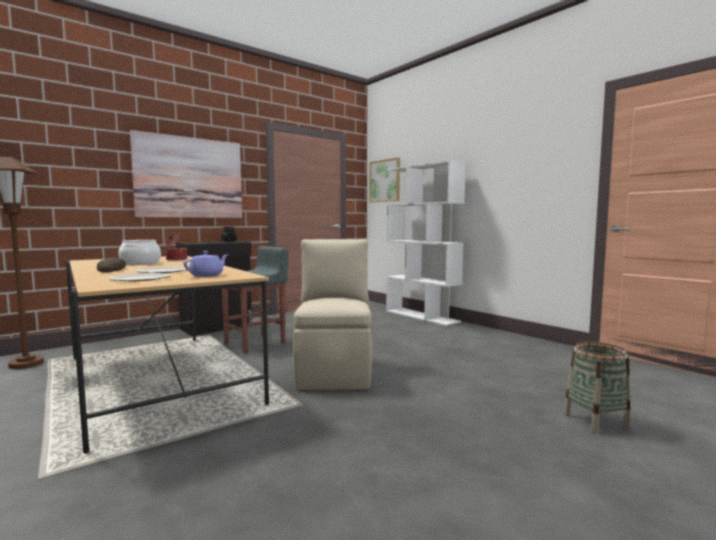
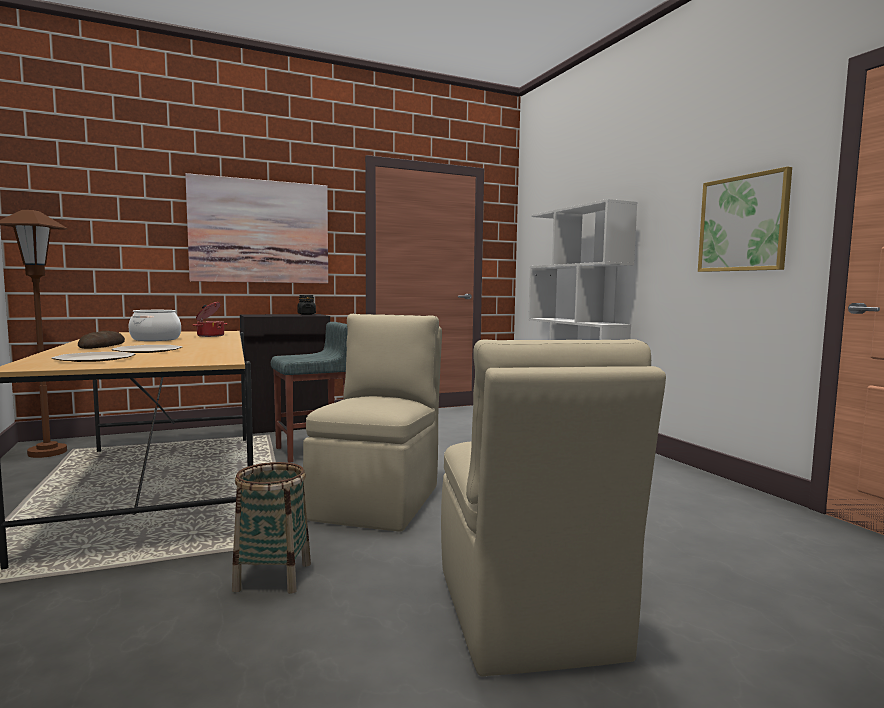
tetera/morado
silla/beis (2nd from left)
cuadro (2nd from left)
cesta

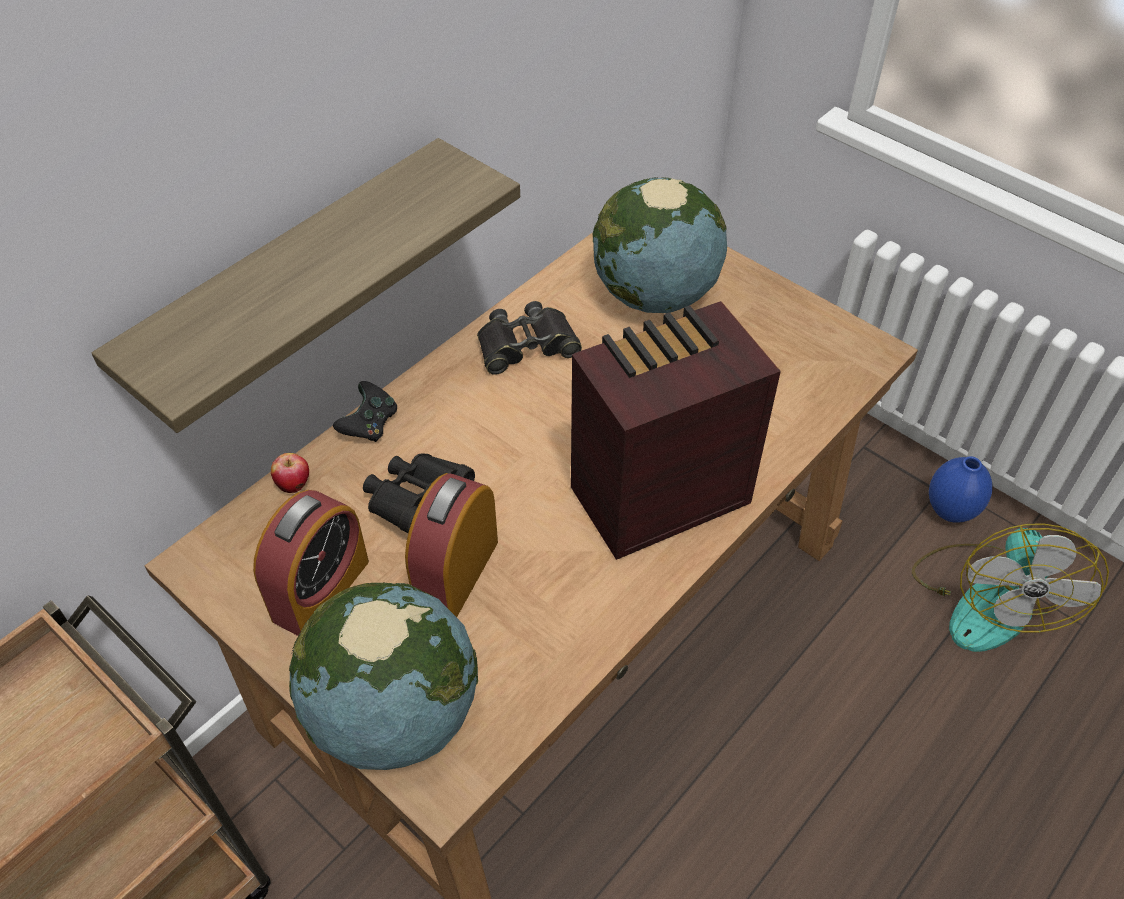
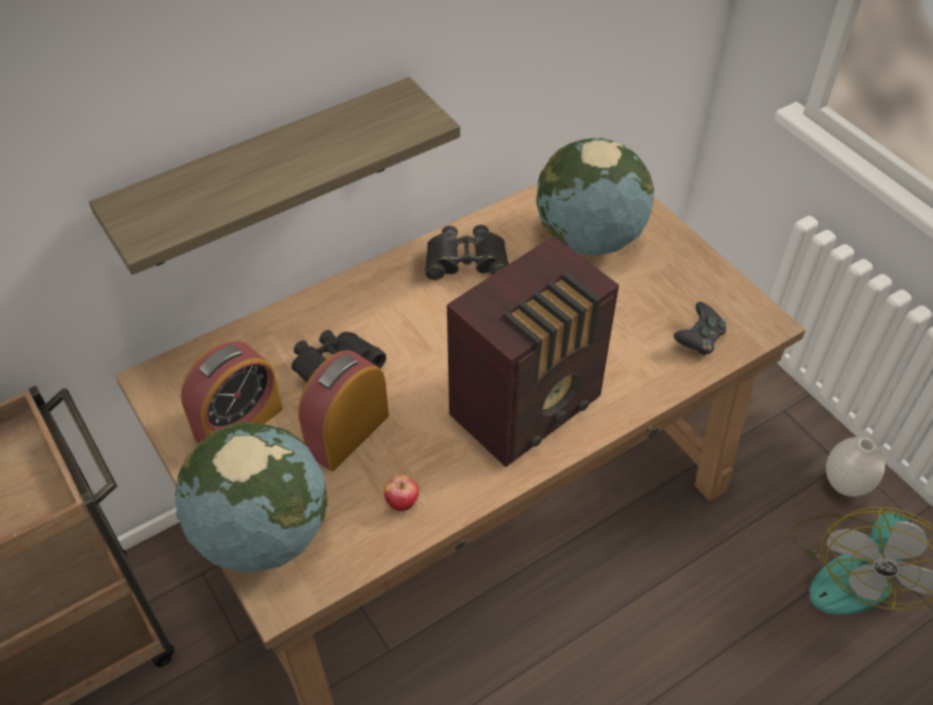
manzana
mando de consola/negro
florero/blanco
radio

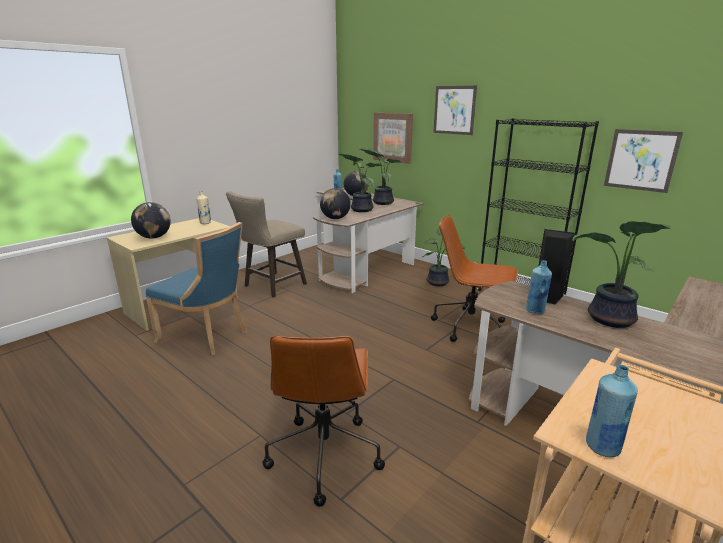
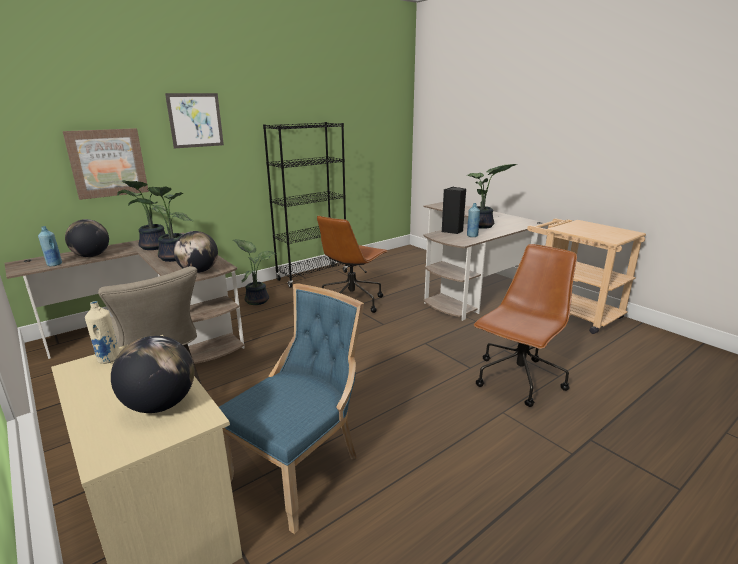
botella/azul (3rd from left in the first image)
cuadro (3rd from left in the first image)
silla de oficina/marrón (2nd from left)

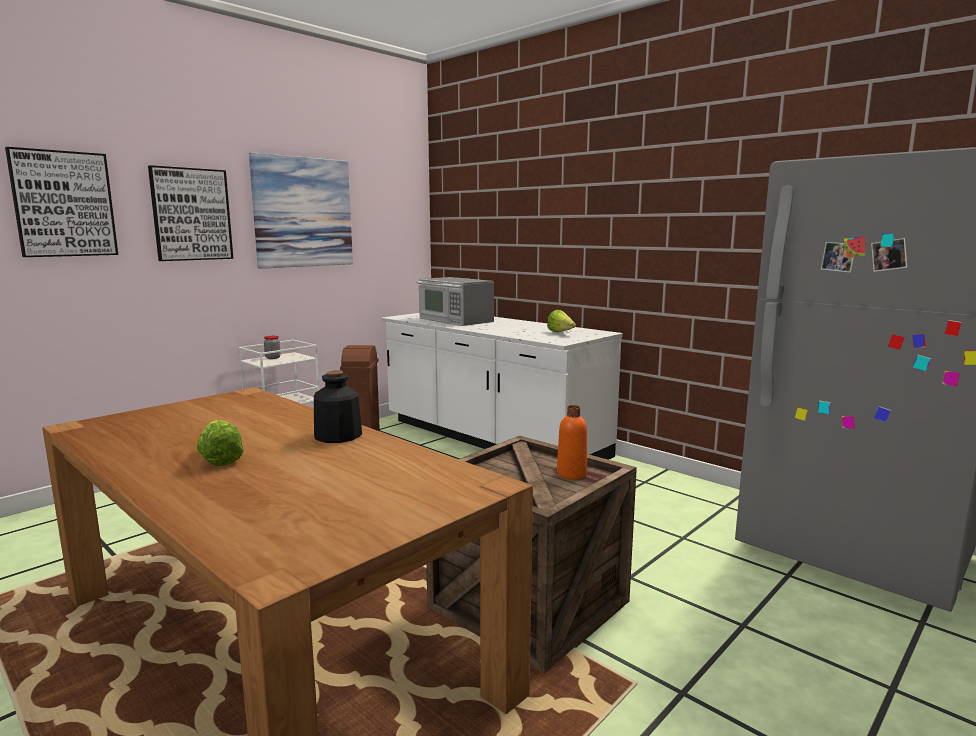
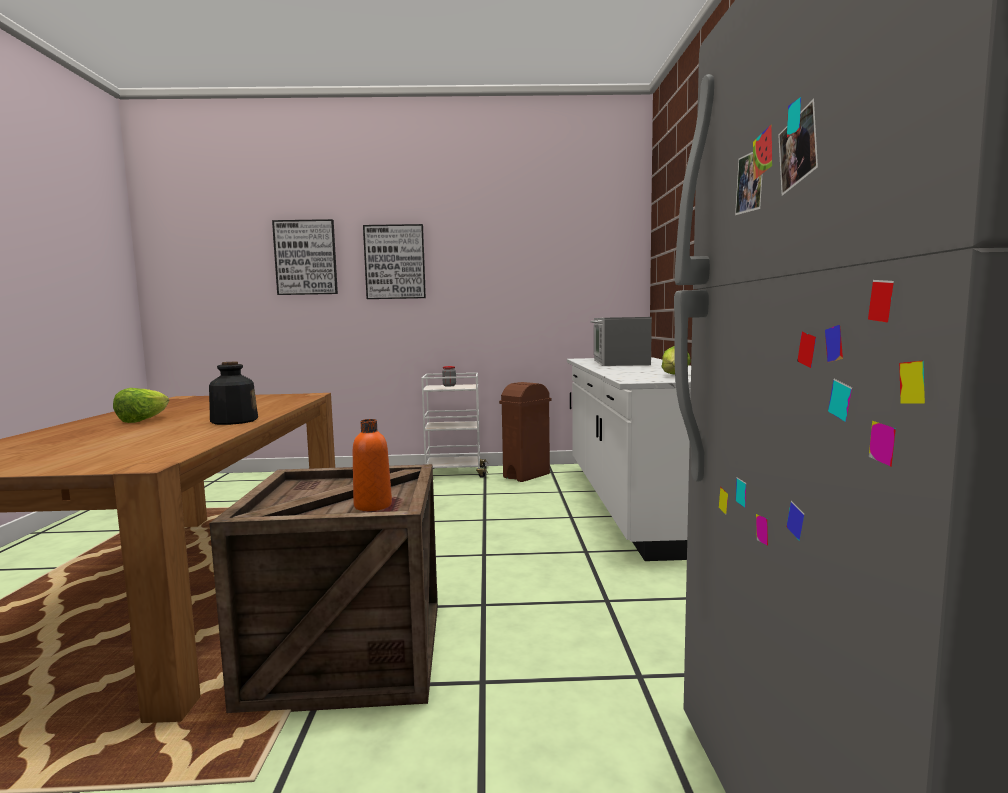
cuadro (3rd from left in the first image)

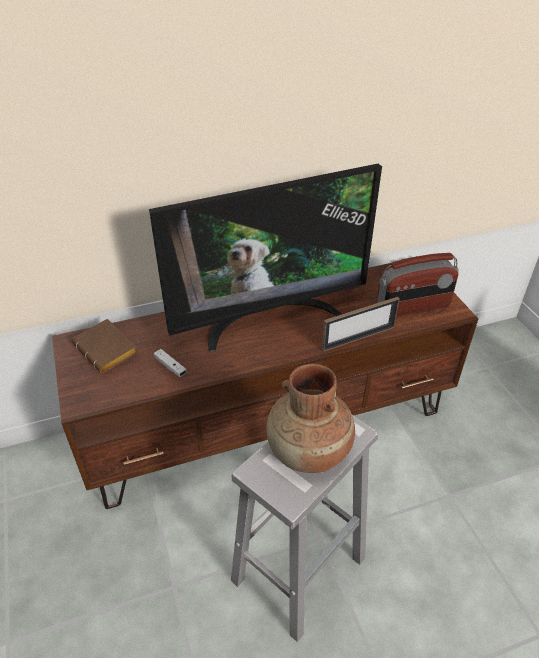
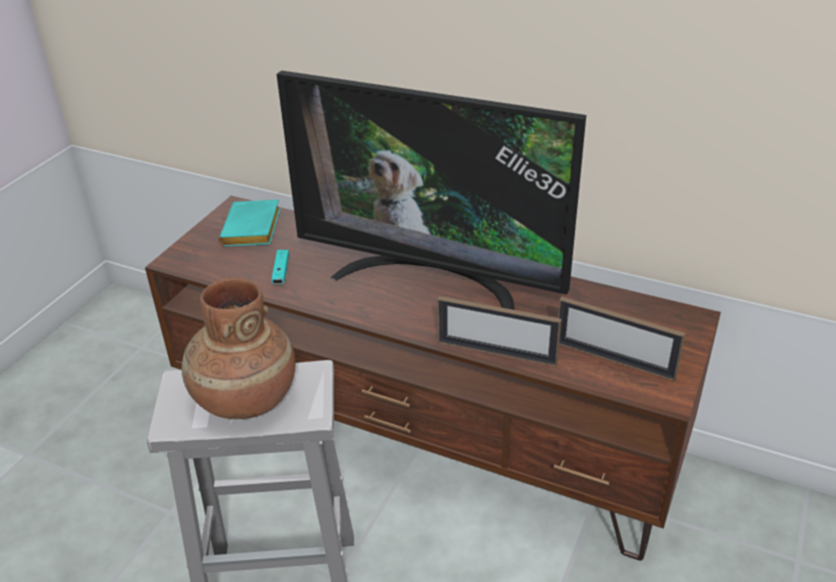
portarretratos (2nd from left)
libro/turquesa
mando de consola/turquesa

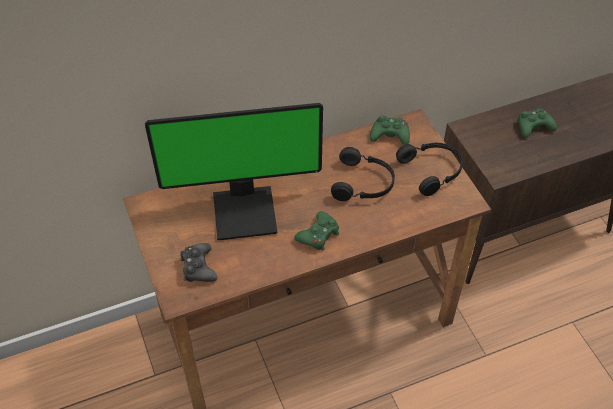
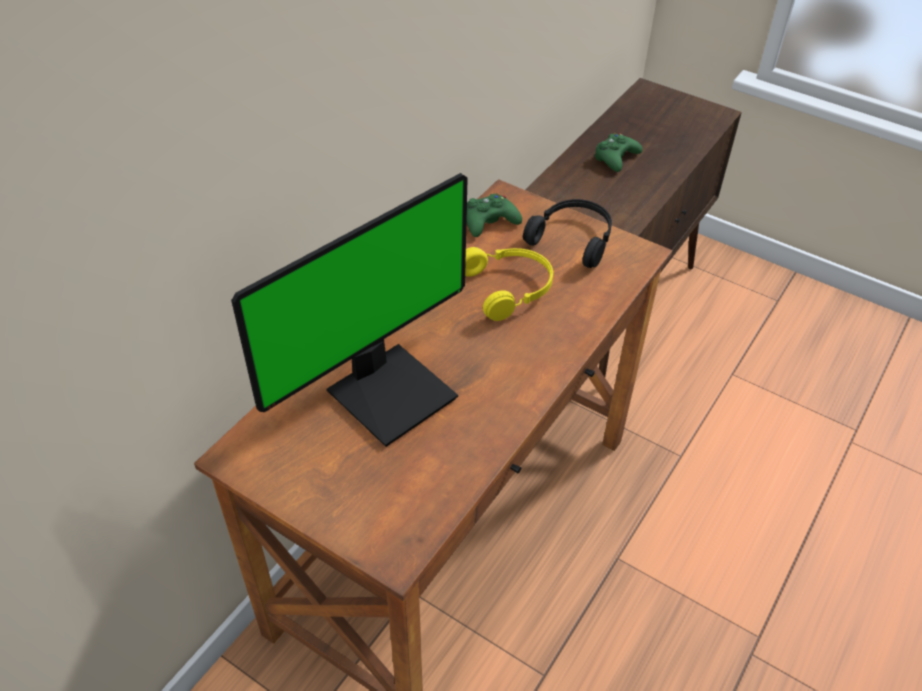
mando de consola/negro
mando de consola/verde (1st from left in the first image)
auriculares/amarillo

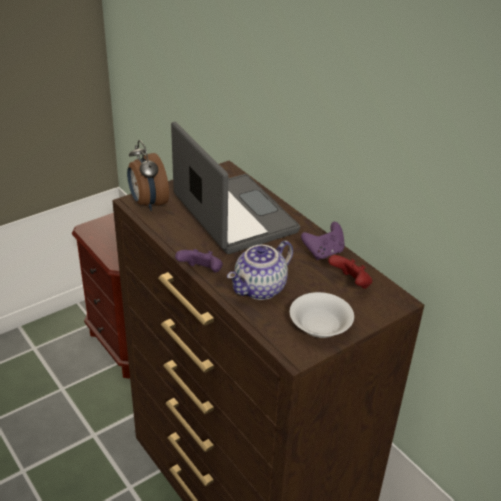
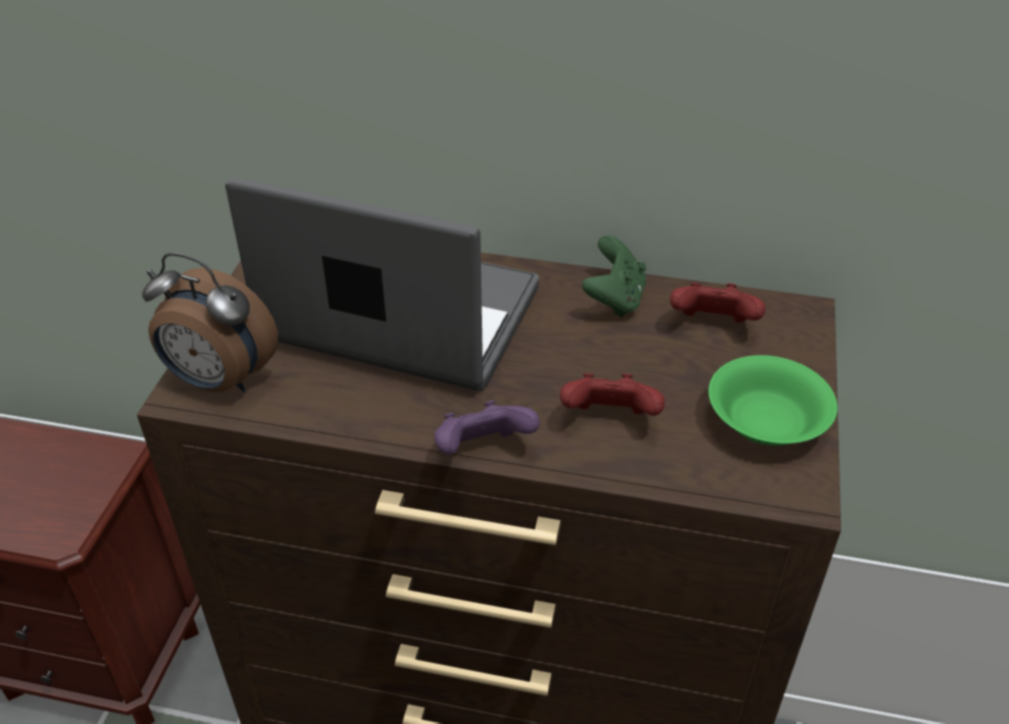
mando de consola/rojo (1st from left)
cuenco/verde
mando de consola/verde

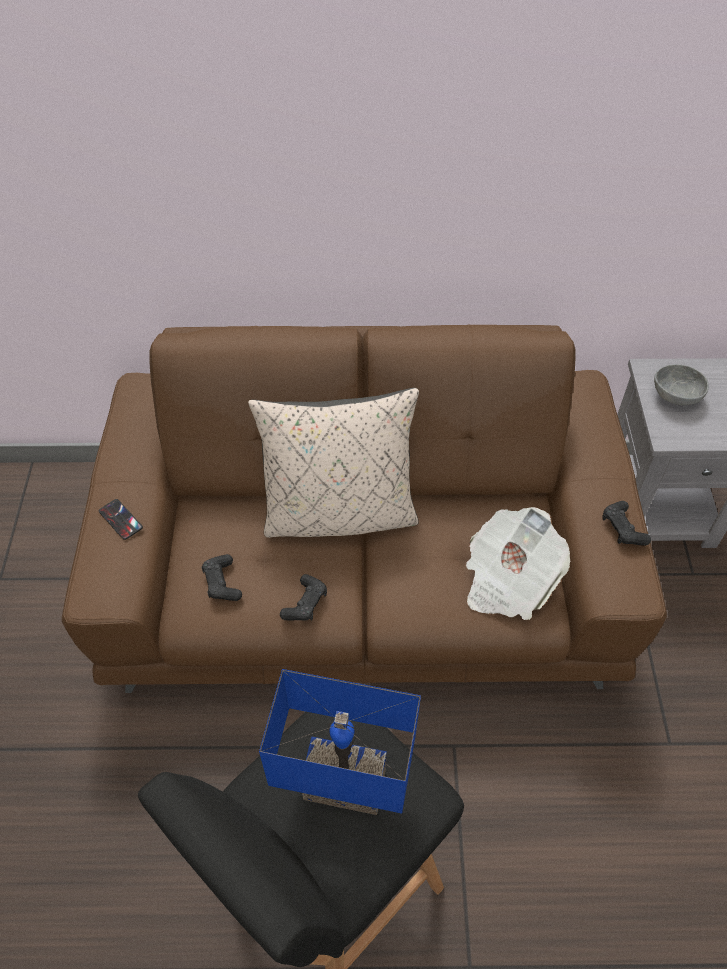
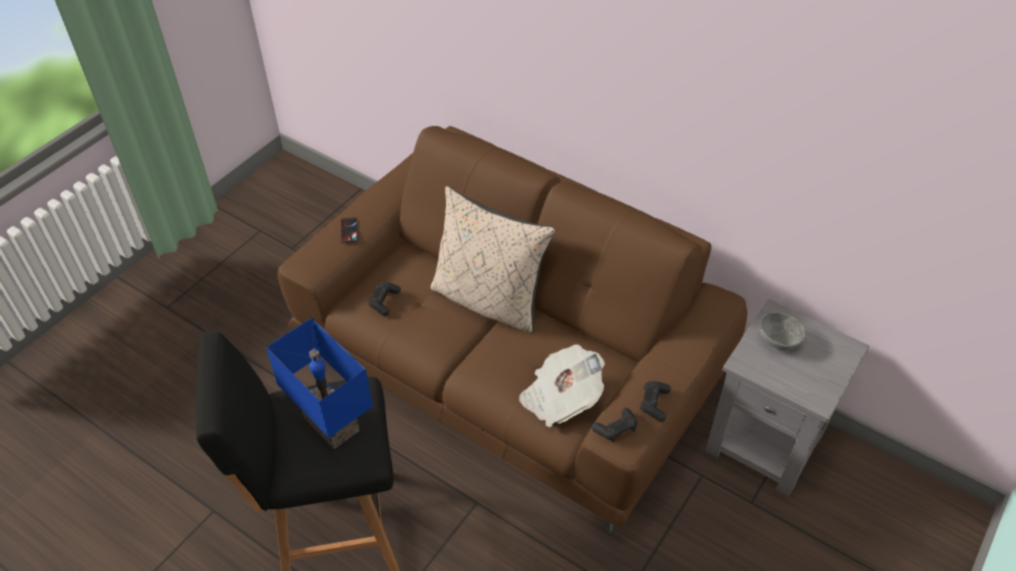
mando de consola/negro (2nd from left)

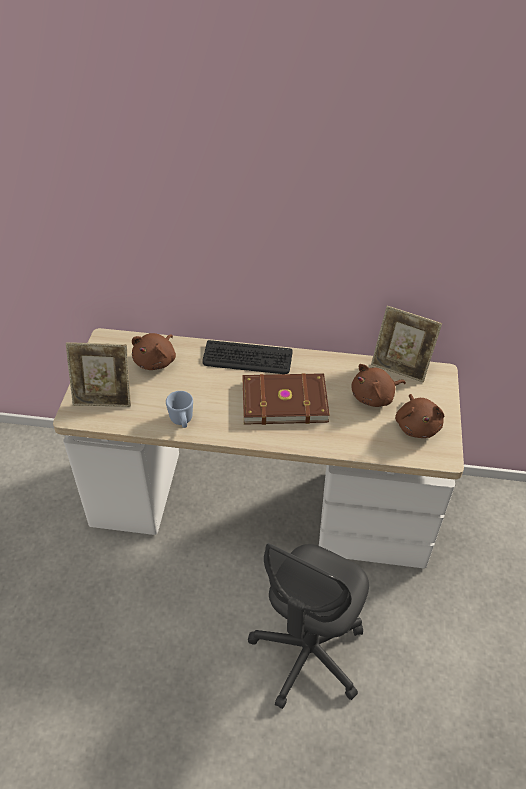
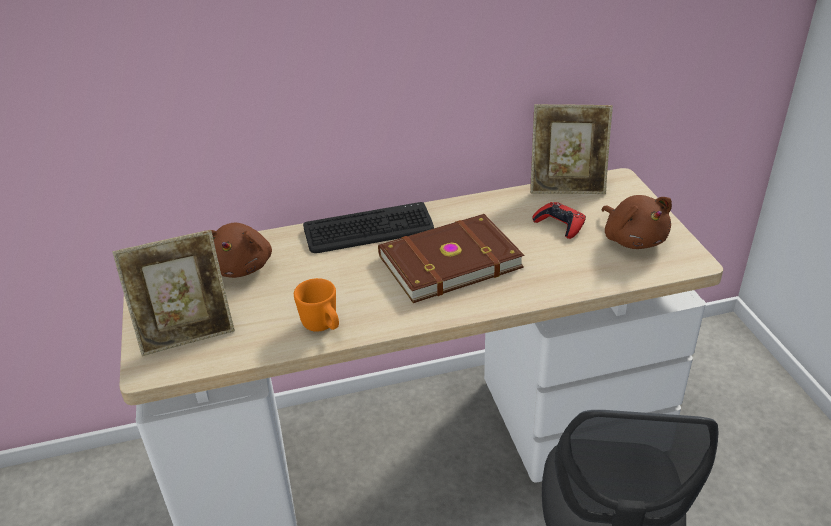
mando de consola/rojo
taza grande/naranja

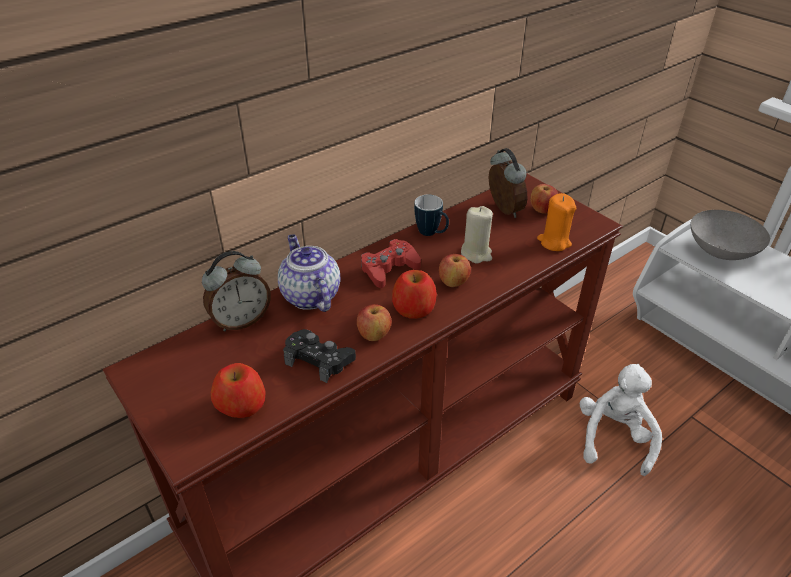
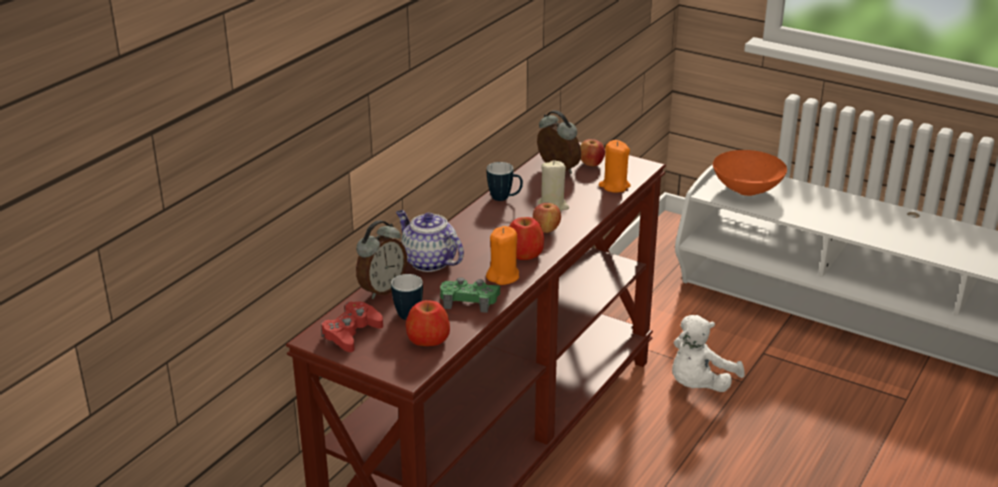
taza grande (1st from left)
mando de consola/rojo
vela/naranja (1st from left)
mando de consola/verde
cuenco/naranja
peluche/blanco

